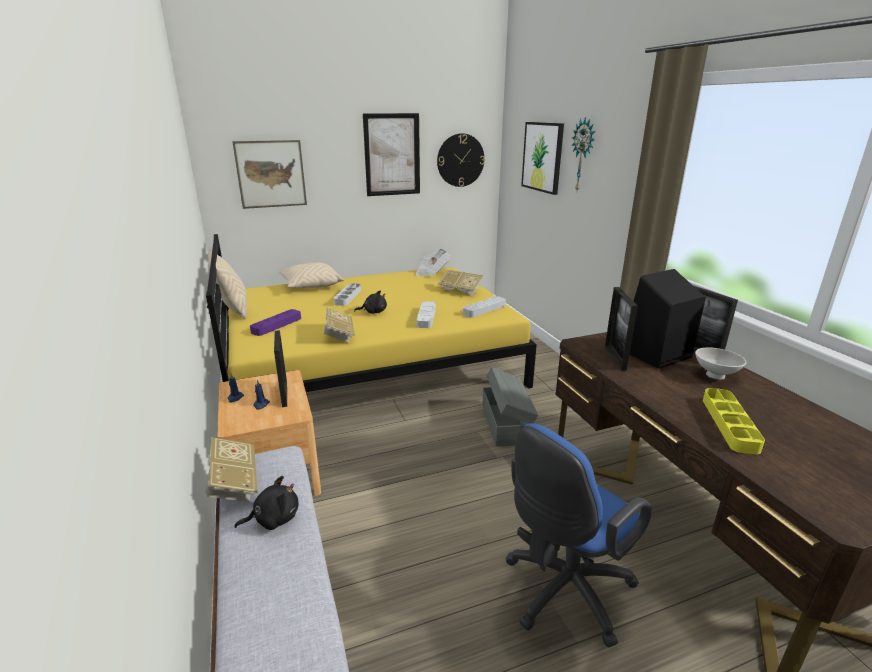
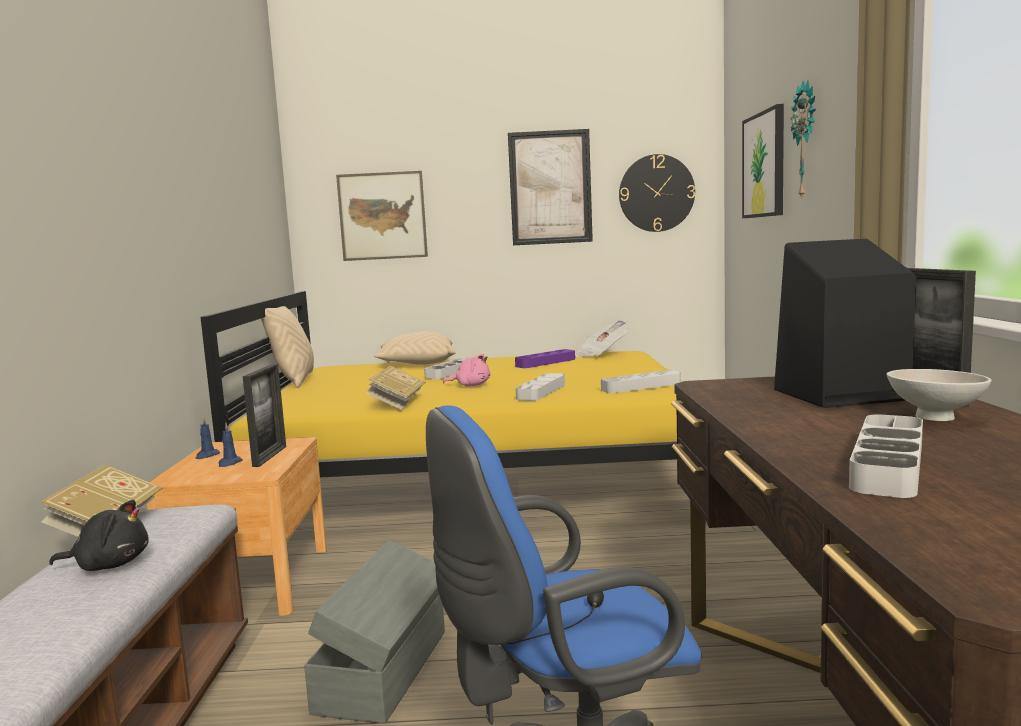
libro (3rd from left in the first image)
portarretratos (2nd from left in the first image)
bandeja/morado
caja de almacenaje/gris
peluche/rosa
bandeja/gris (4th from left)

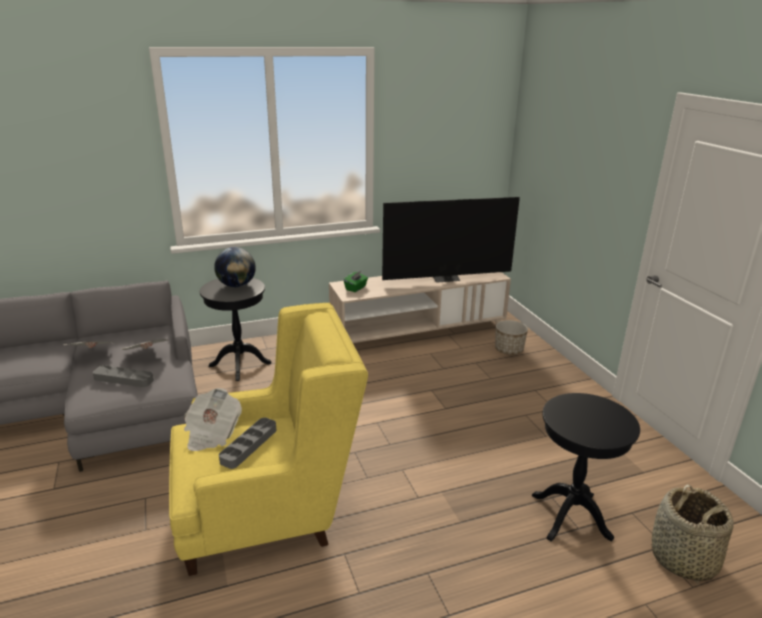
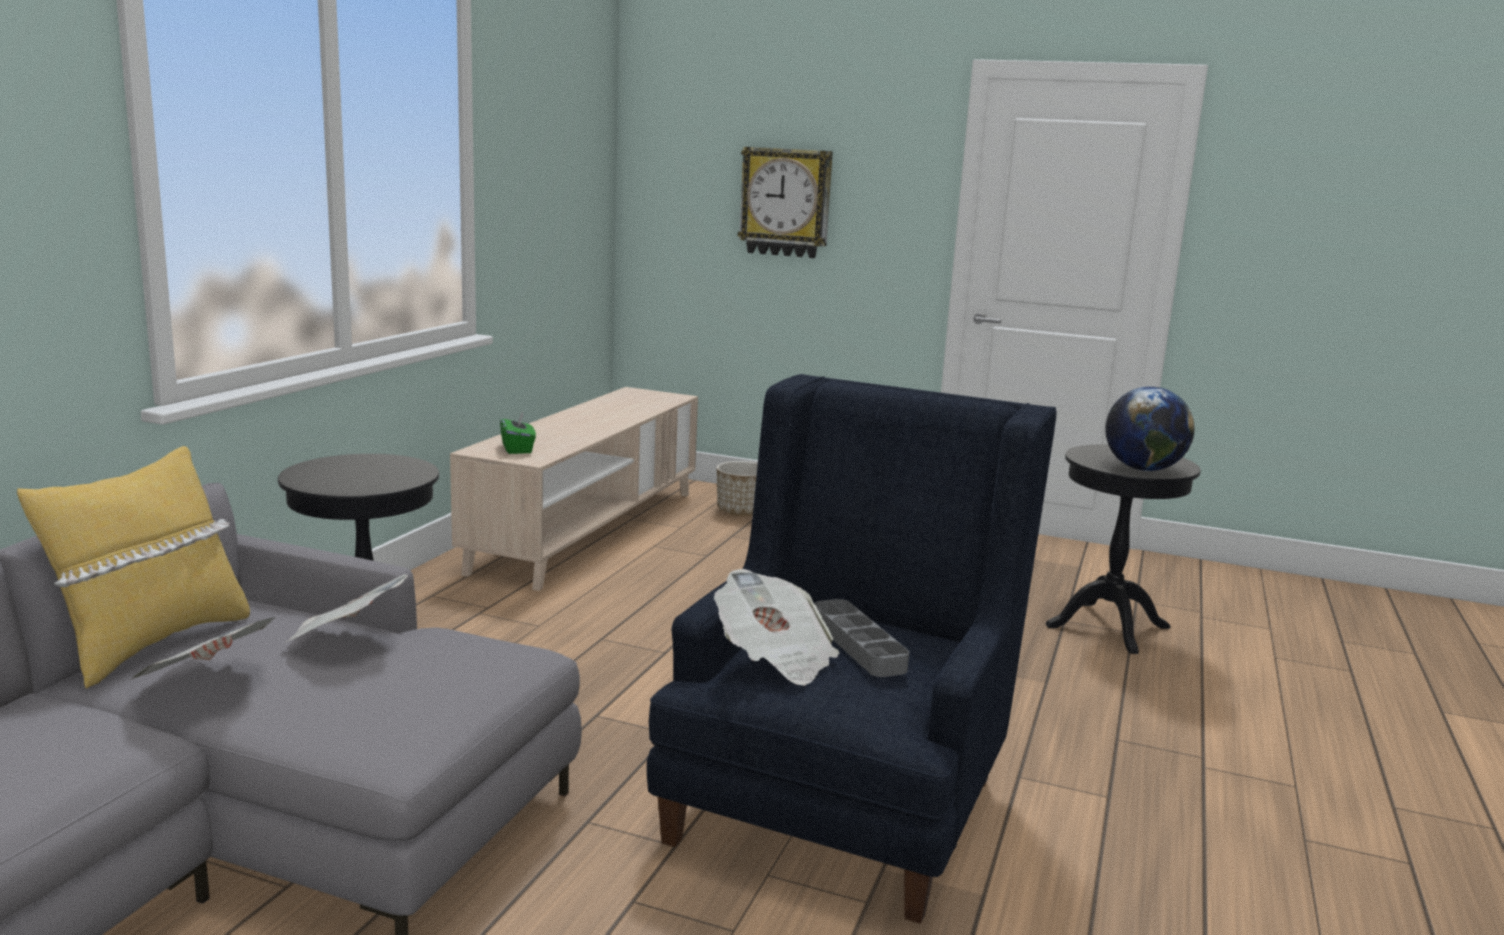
bandeja/gris (1st from left in the first image)
televisor
cesta
cojín/amarillo
reloj de pared
globo terráqueo
sillón/azul

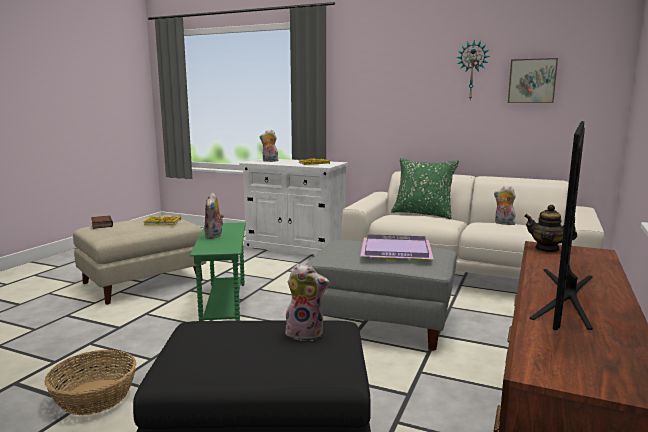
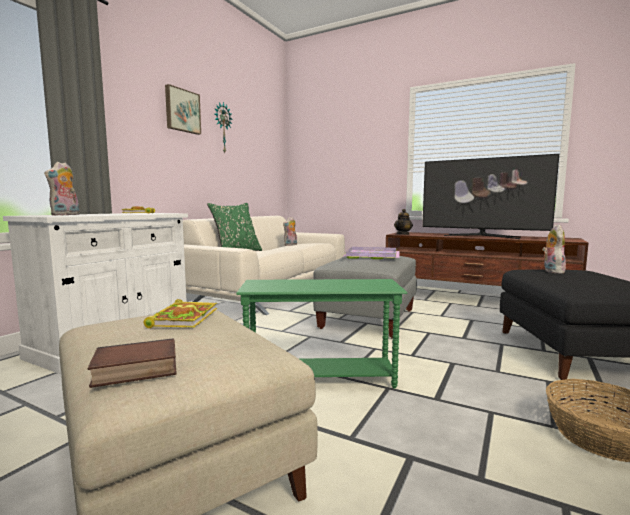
peluche (1st from left in the first image)
cuadro

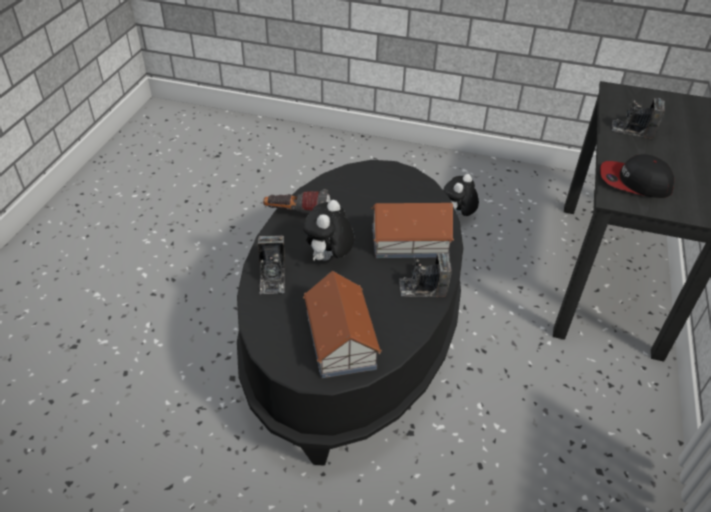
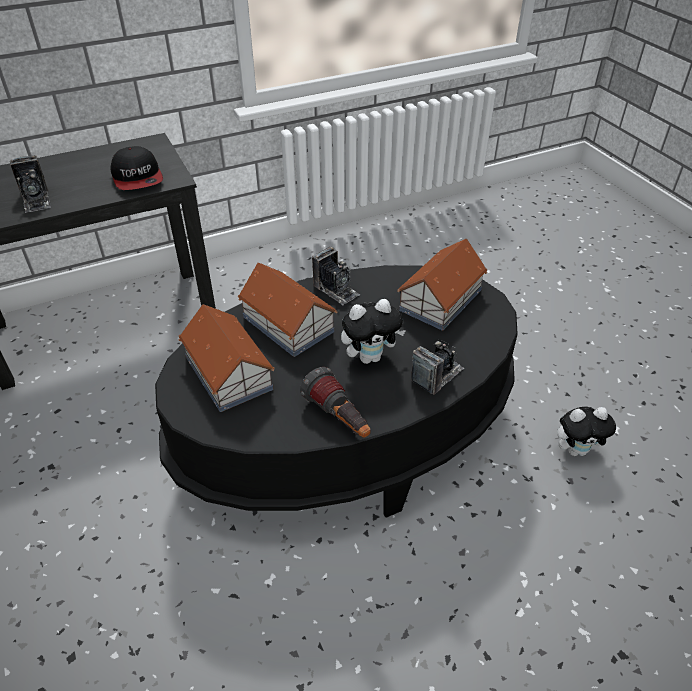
casita (1st from left)
peluche (2nd from left)

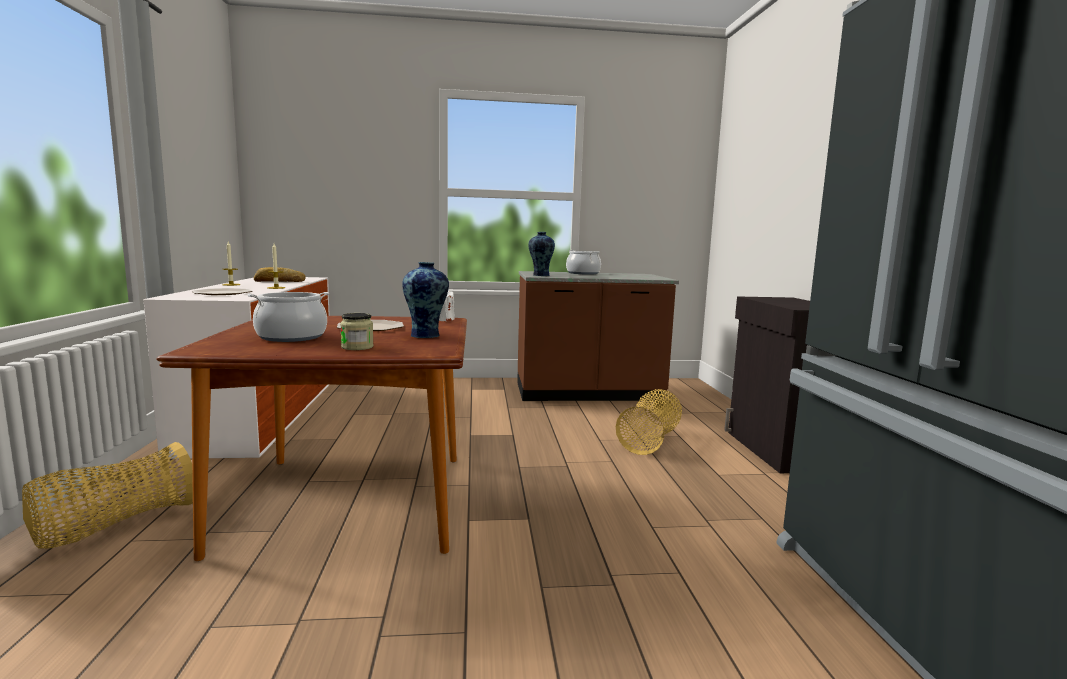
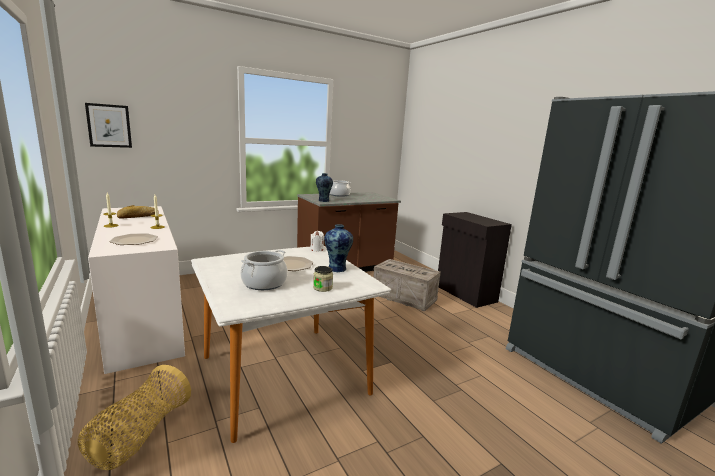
cuadro
caja de embalaje
mesa de comedor/blanco

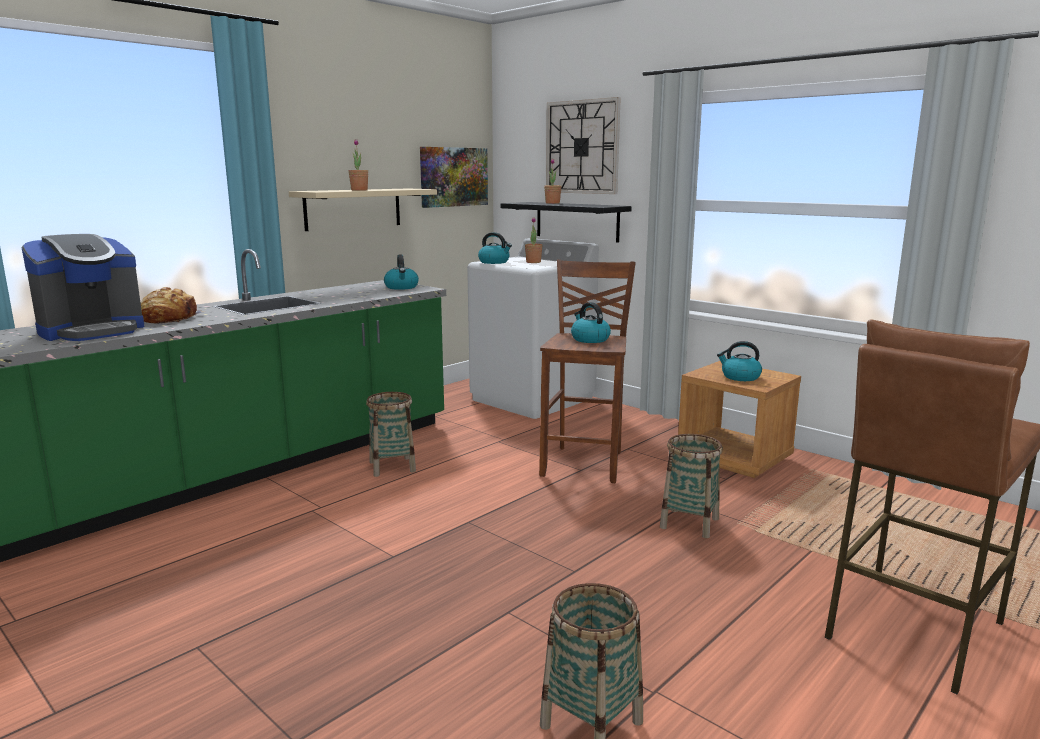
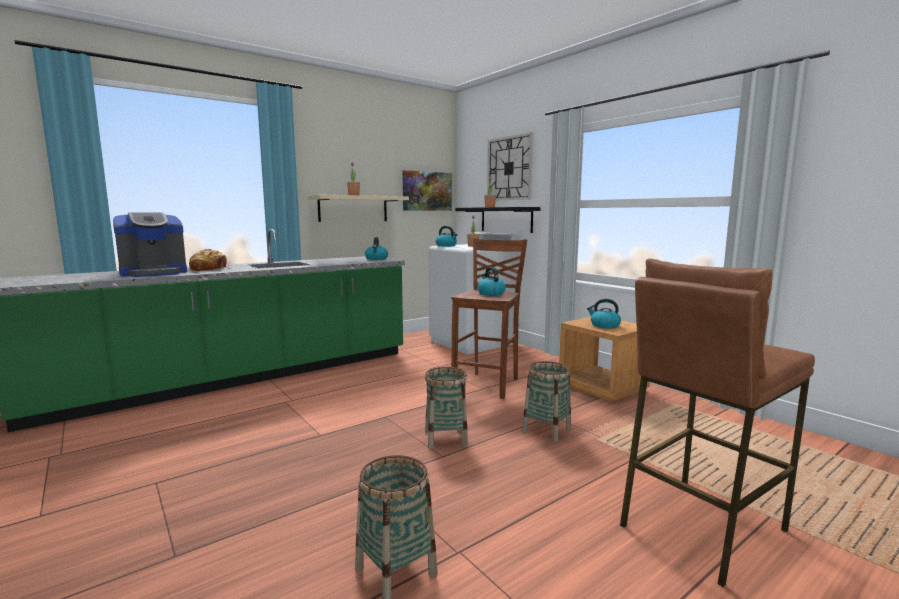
cesta (2nd from left)

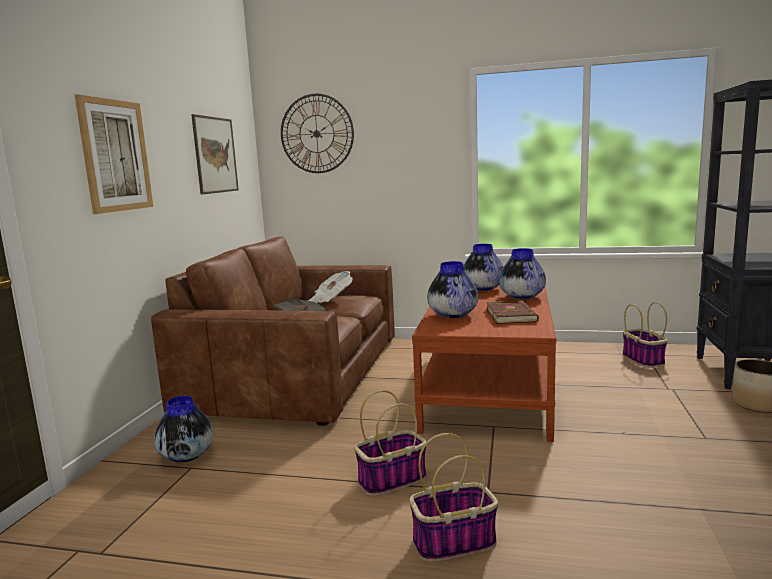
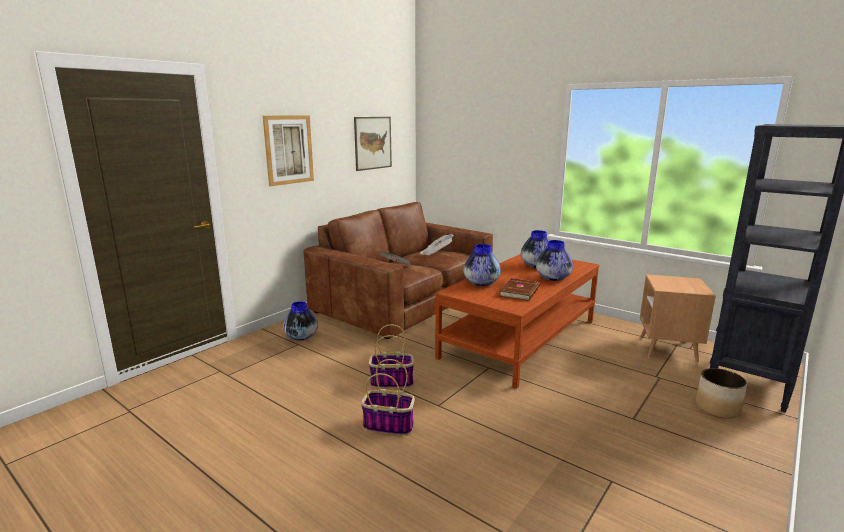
reloj de pared
mesa auxiliar/marrón

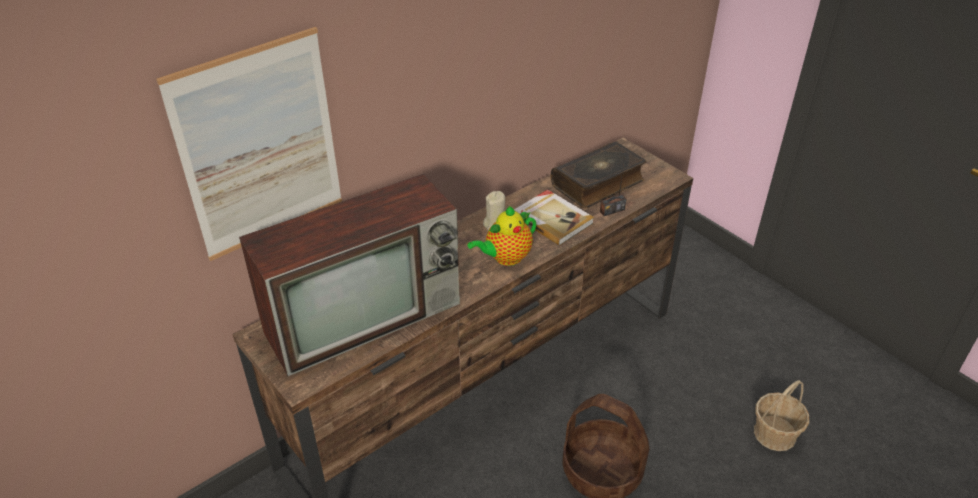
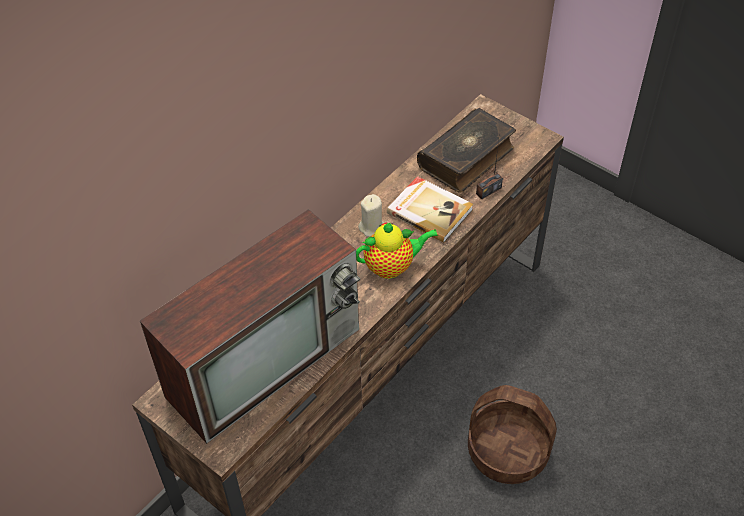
cuadro
cesta (2nd from left in the first image)
tetera

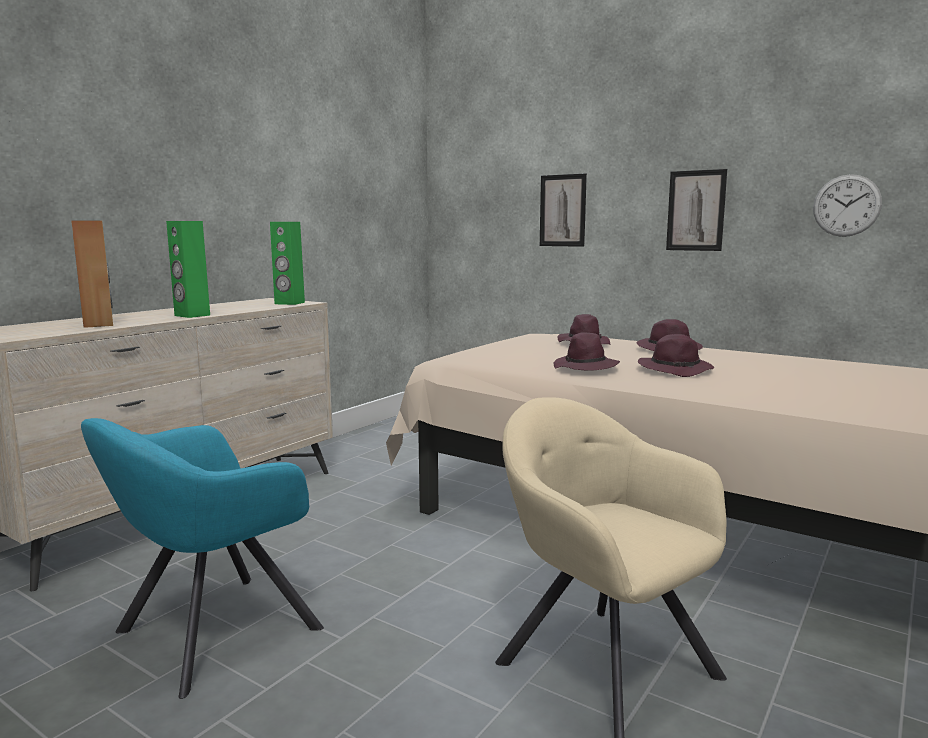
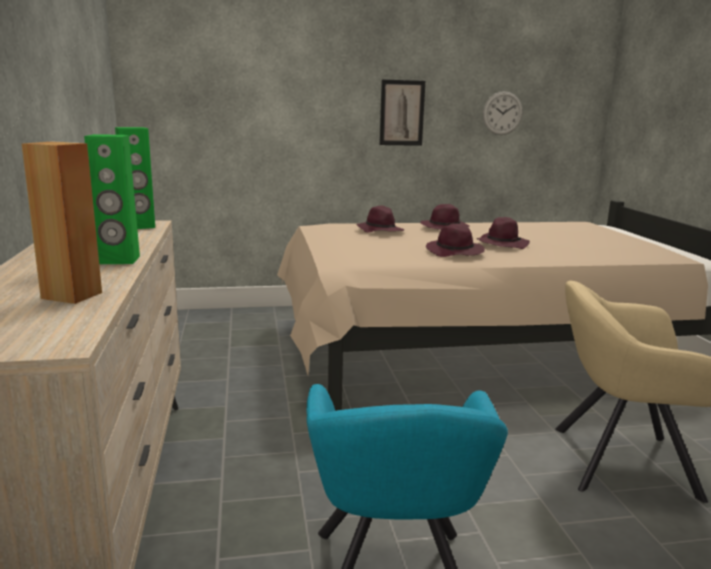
cuadro (1st from left in the first image)

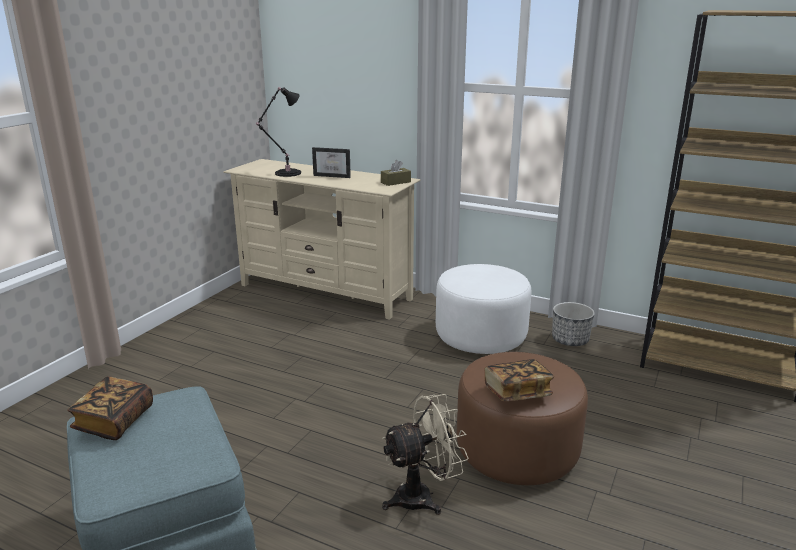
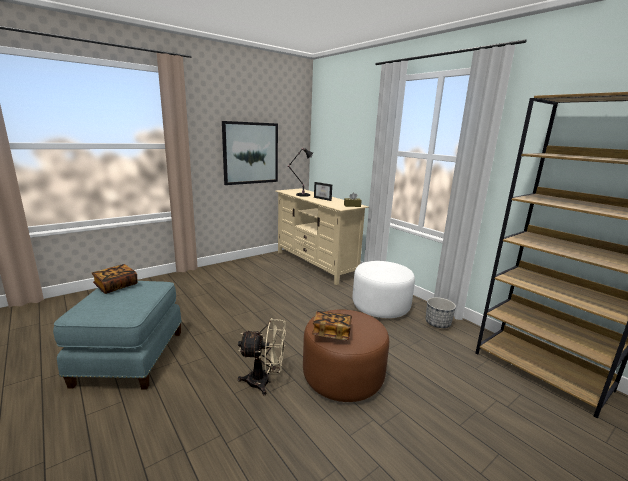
cuadro

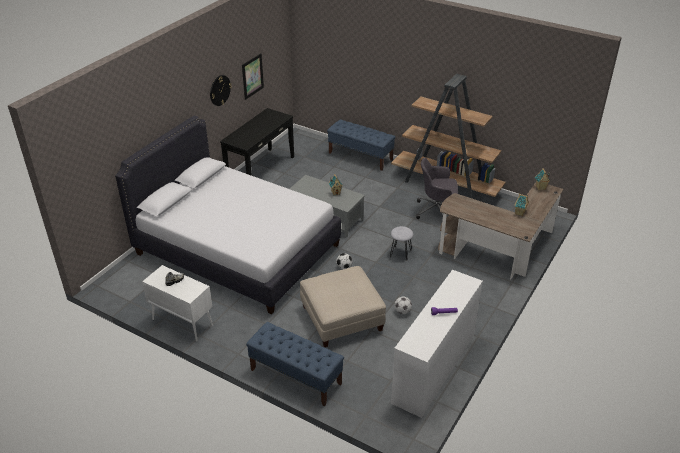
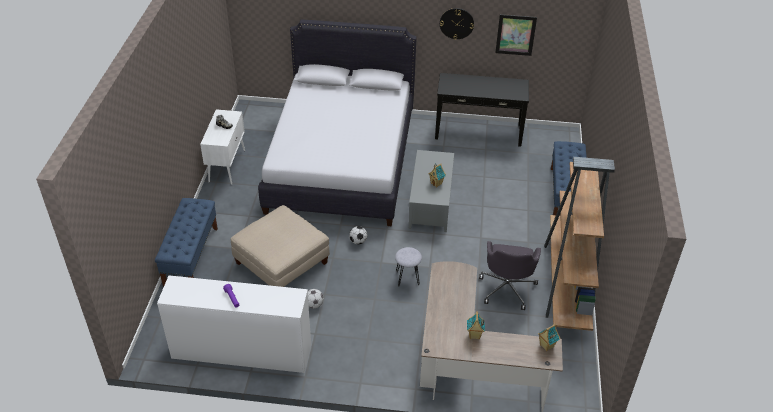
silla de oficina/gris

